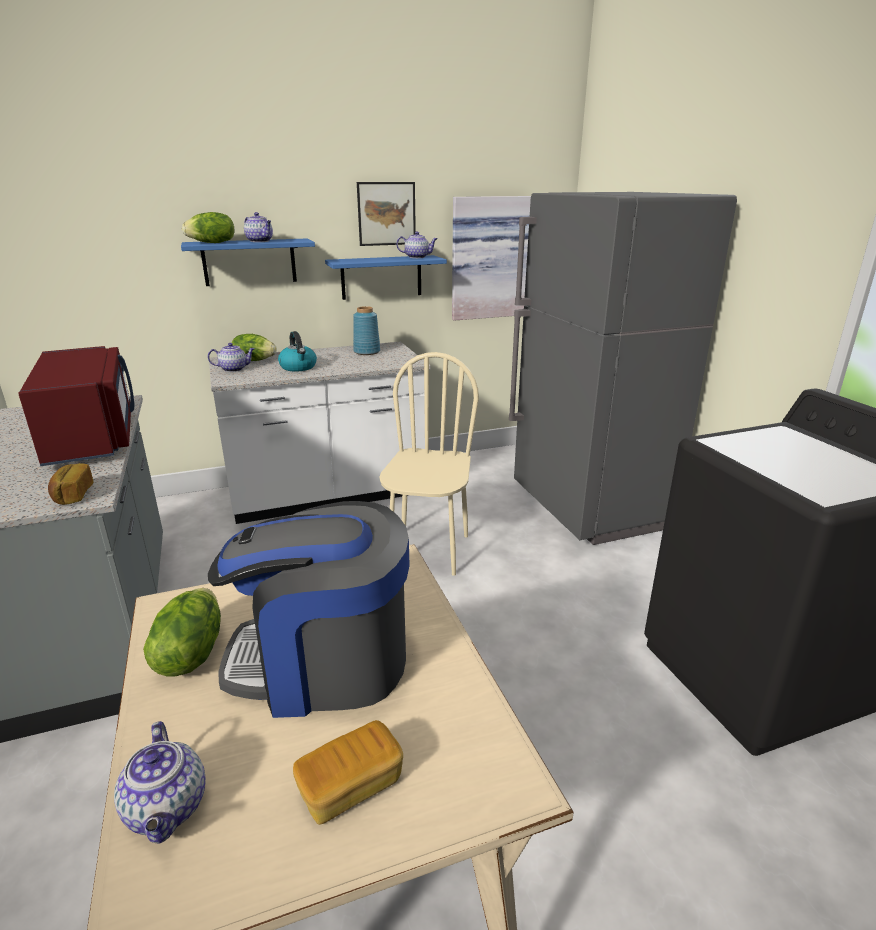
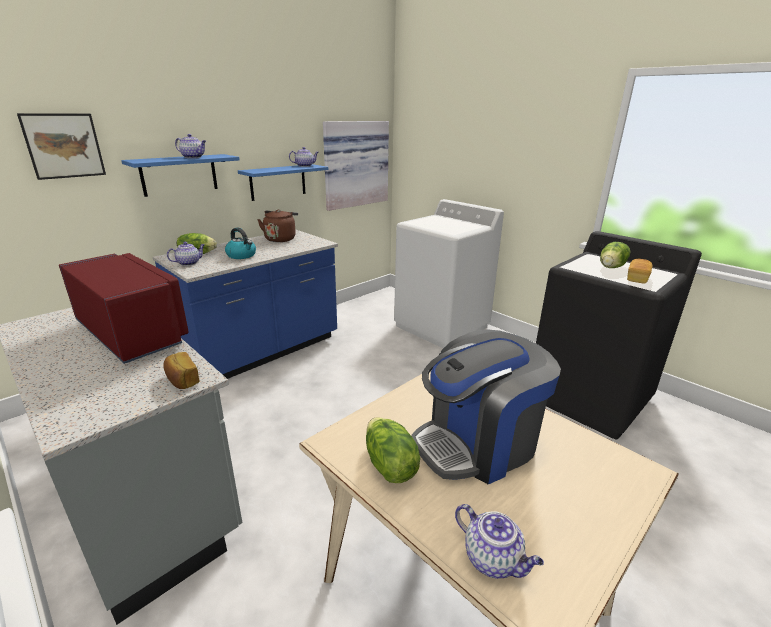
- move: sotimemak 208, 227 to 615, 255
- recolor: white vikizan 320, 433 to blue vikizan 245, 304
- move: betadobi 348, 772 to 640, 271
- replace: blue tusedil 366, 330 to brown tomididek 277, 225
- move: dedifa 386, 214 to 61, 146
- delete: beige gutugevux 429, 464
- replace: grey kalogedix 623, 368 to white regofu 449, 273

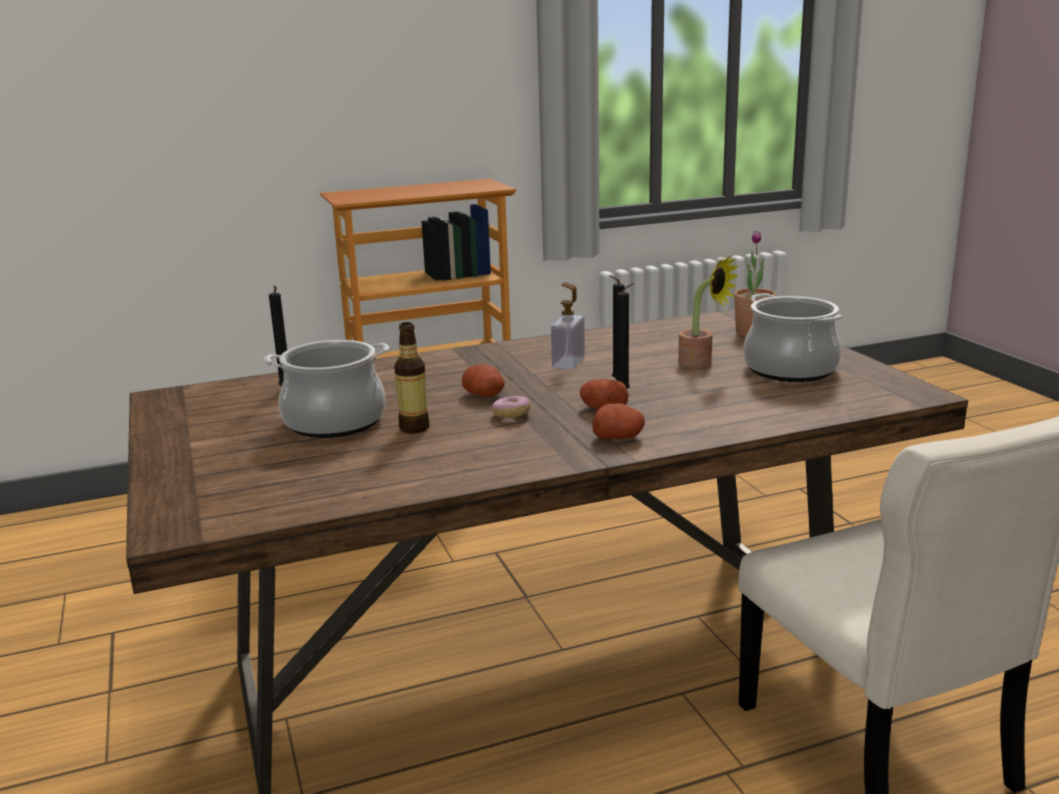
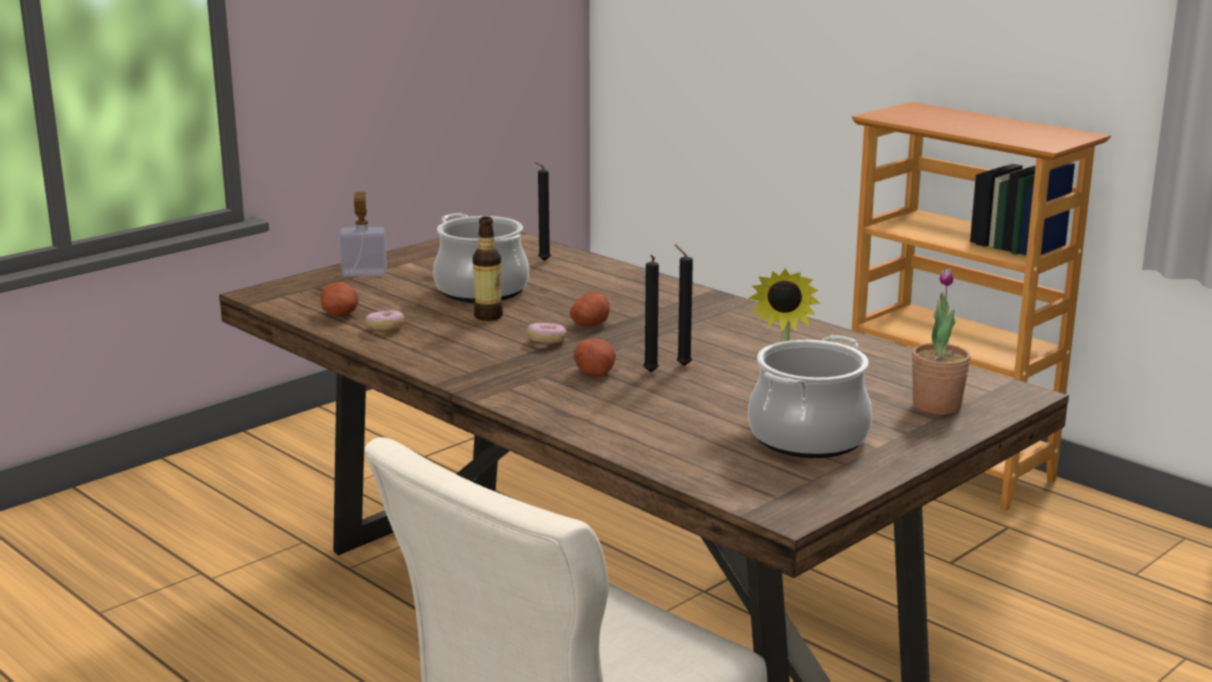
- move: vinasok 568, 325 to 363, 234
- move: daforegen 618, 421 to 339, 299
- insert: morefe 385, 320

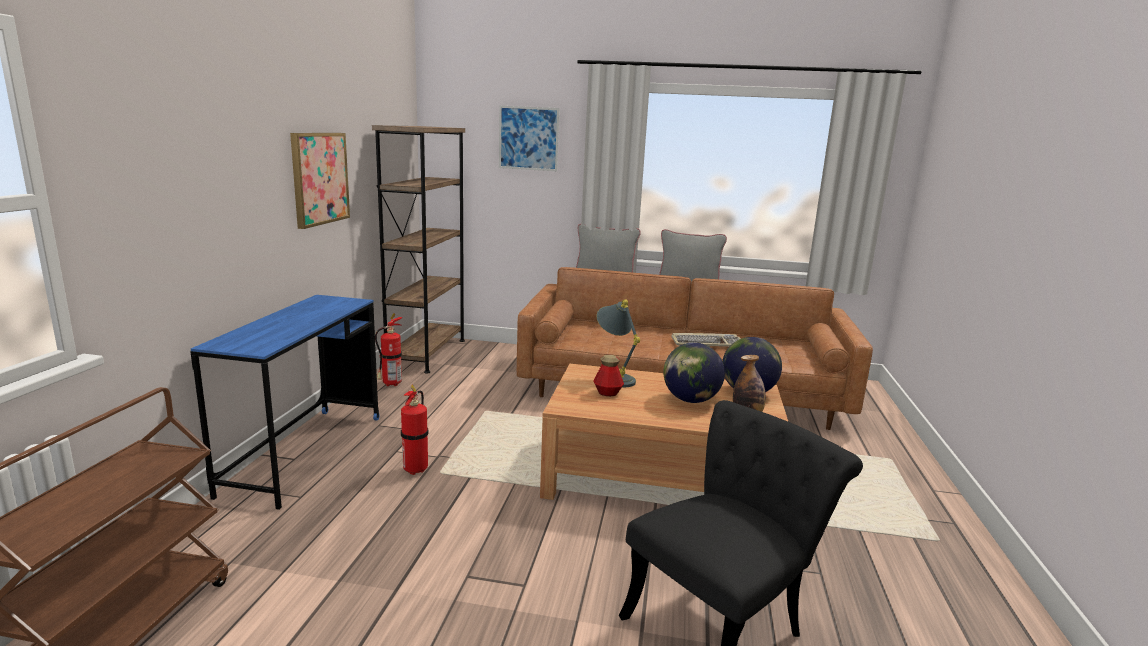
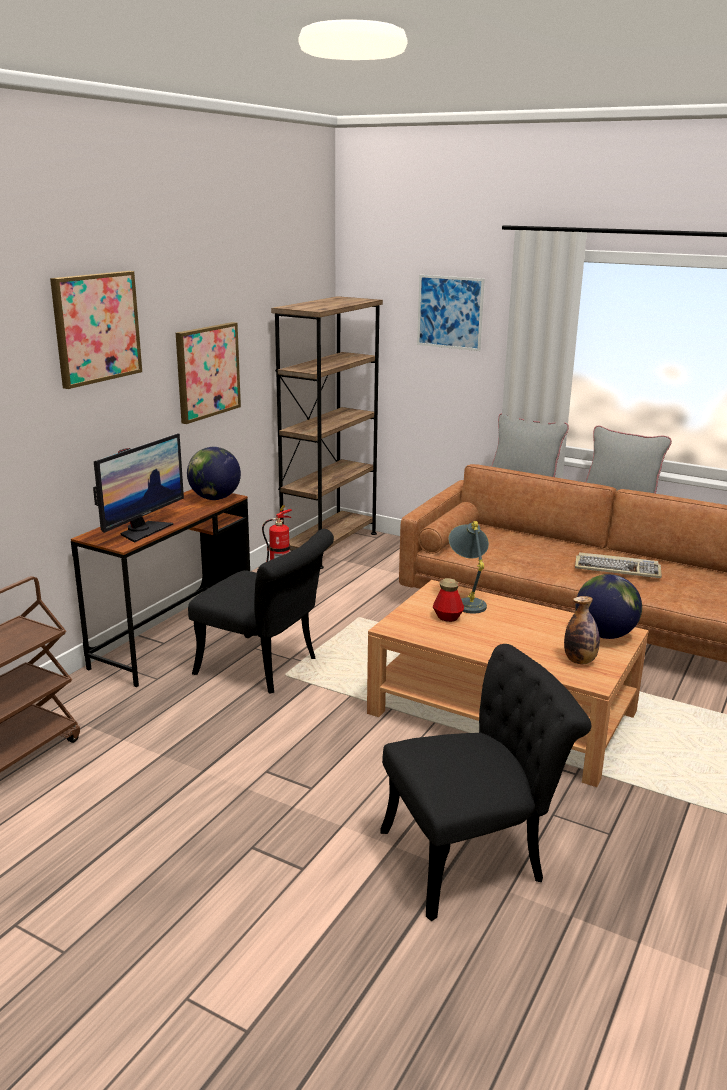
- recolor: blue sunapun 284, 402 to brown sunapun 160, 588
- replace: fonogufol 414, 430 to black gutugevux 261, 611
- move: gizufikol 694, 372 to 214, 473
- insert: dedifa 96, 330
- insert: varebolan 138, 488

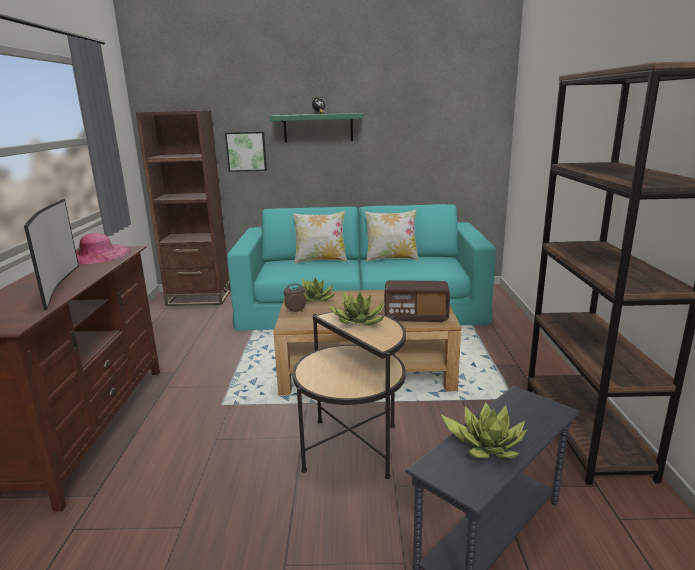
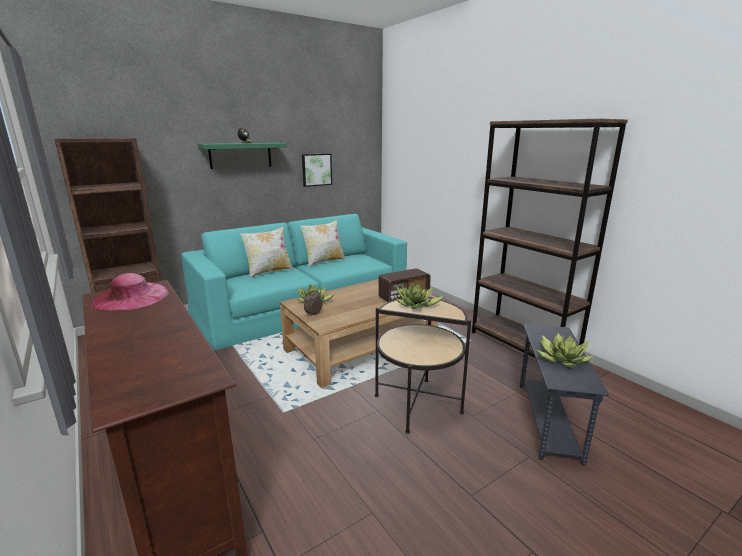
- delete: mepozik 51, 254
- move: dedifa 246, 151 to 317, 170

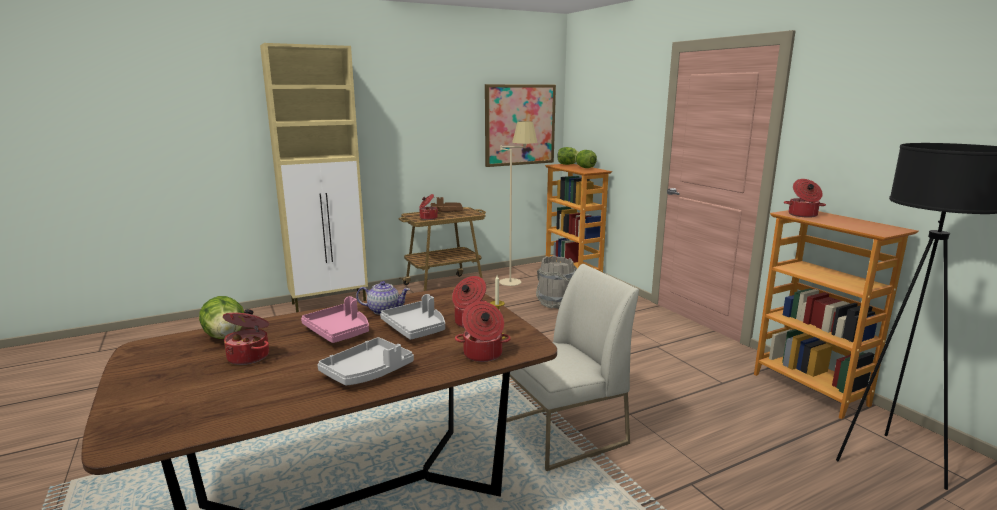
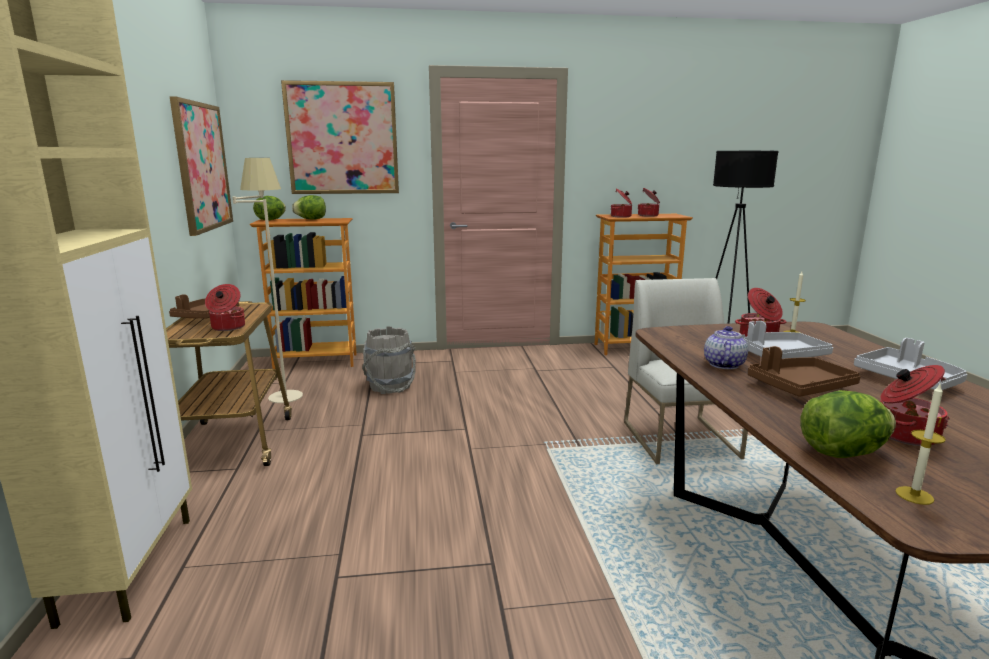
- recolor: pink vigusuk 335, 319 to brown vigusuk 804, 371
- move: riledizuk 483, 331 to 649, 202
- insert: dedifa 340, 137
- insert: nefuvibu 920, 444

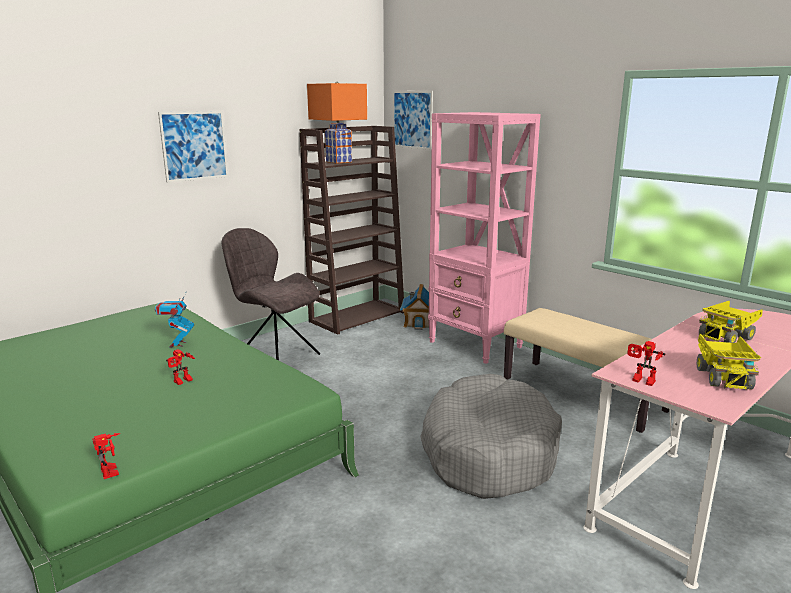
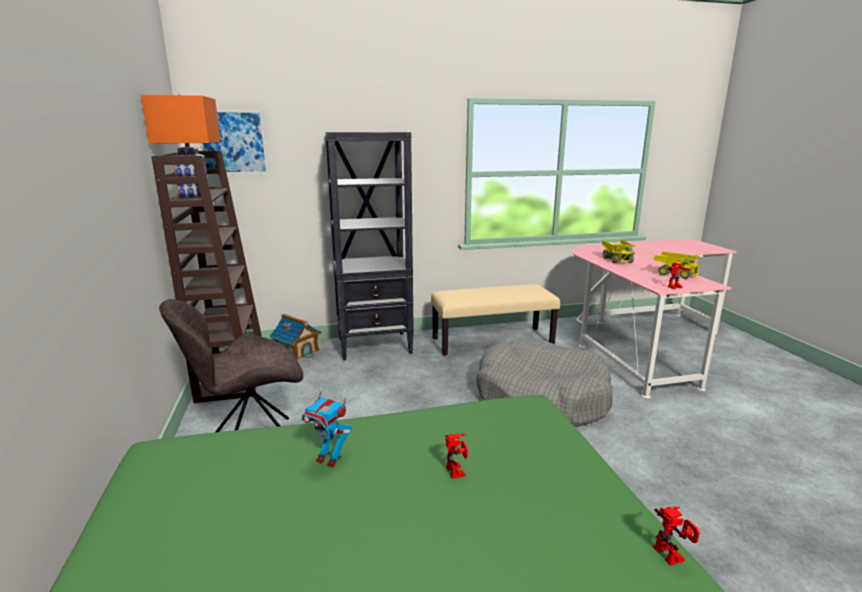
- rotate: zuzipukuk 106, 456 = 676, 536 75 degrees clockwise
- delete: dedifa 193, 147
- recolor: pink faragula 484, 238 to black faragula 369, 246

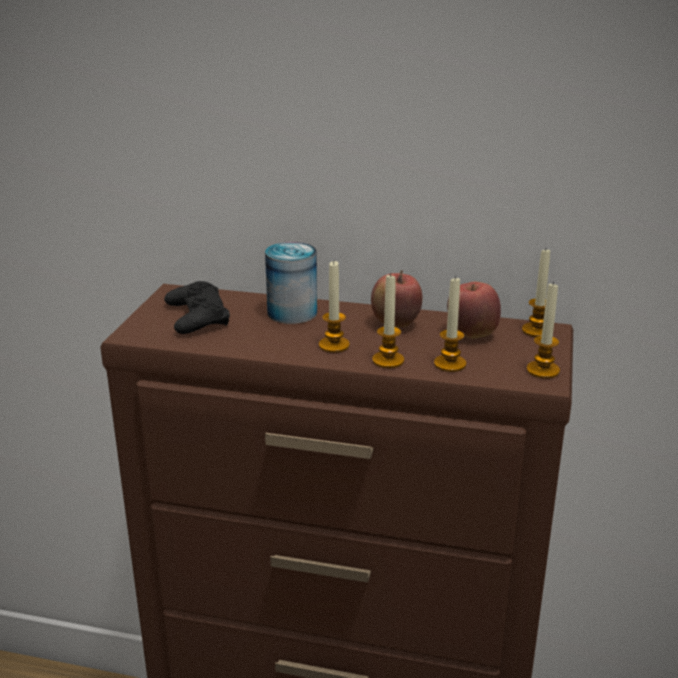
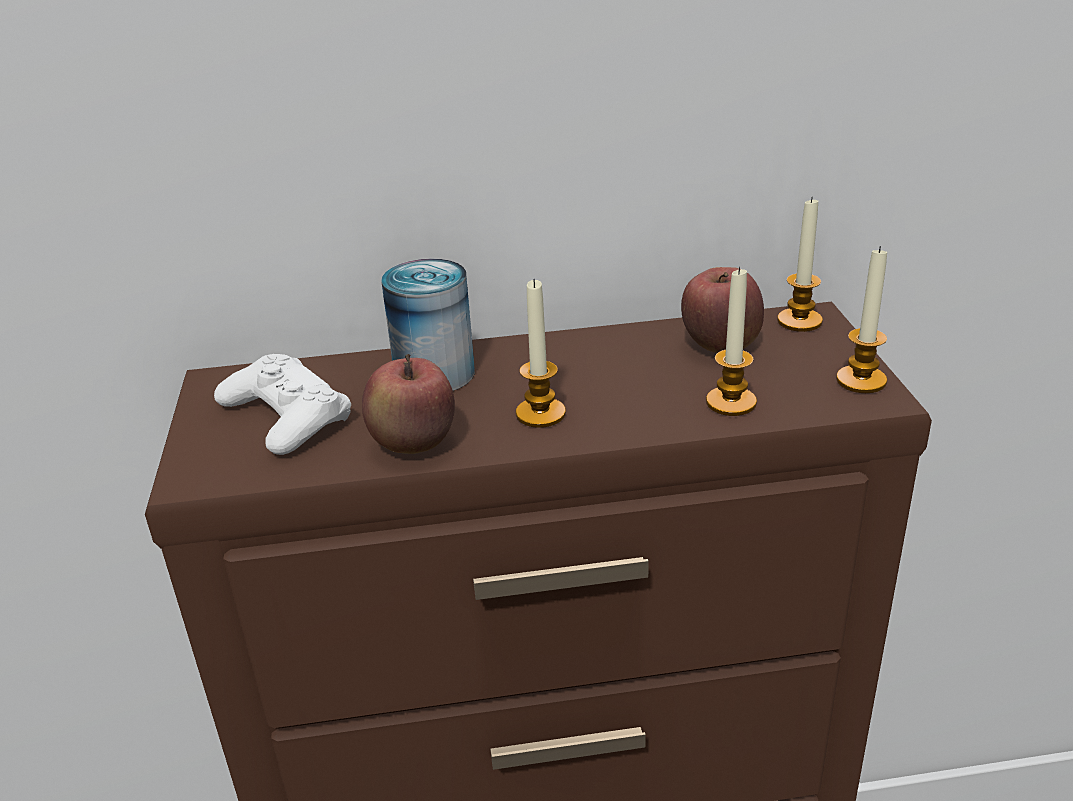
- recolor: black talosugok 197, 307 to white talosugok 282, 404
- move: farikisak 397, 298 to 408, 404
- delete: nefuvibu 388, 320

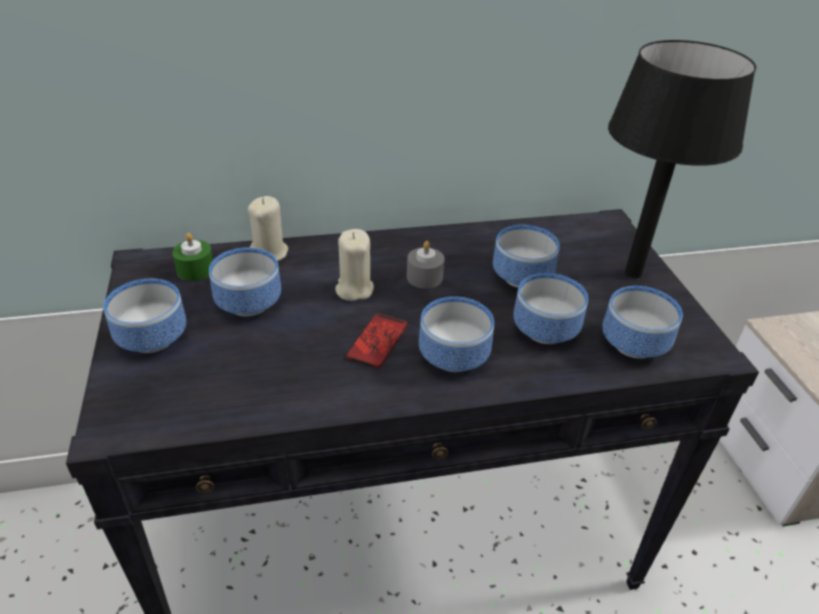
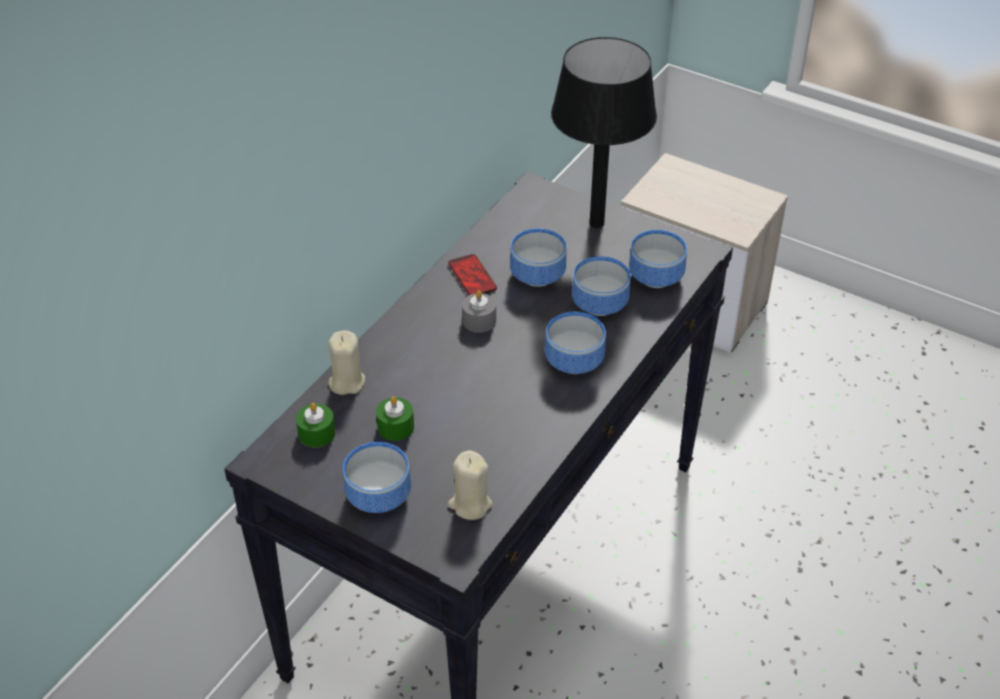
- replace: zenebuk 245, 281 to green nefuvibu 395, 418
- move: beige nefuvibu 354, 265 to 470, 485
- move: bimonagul 377, 340 to 472, 274

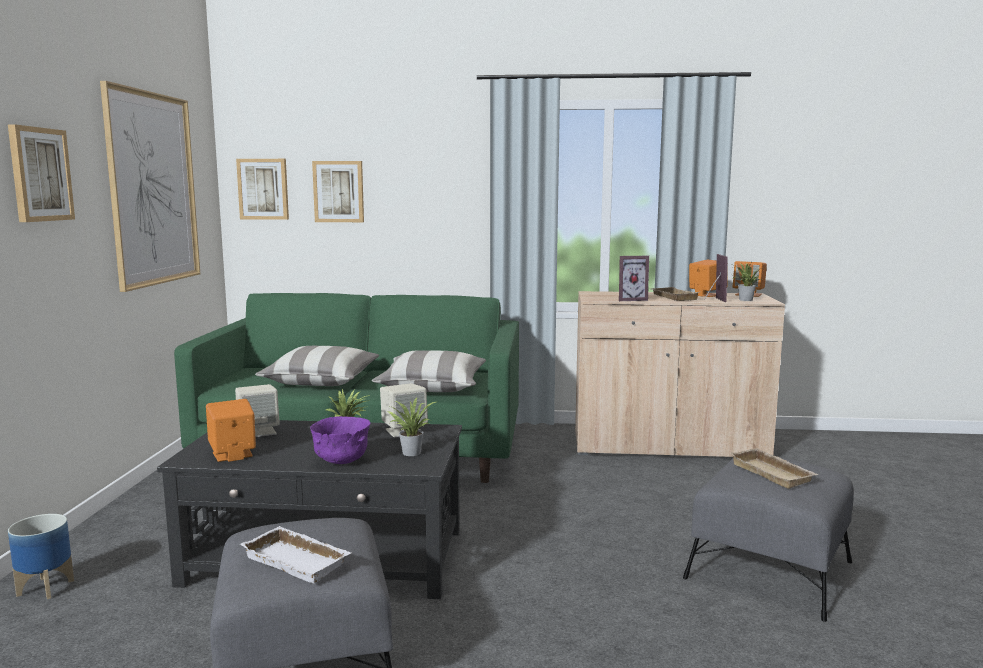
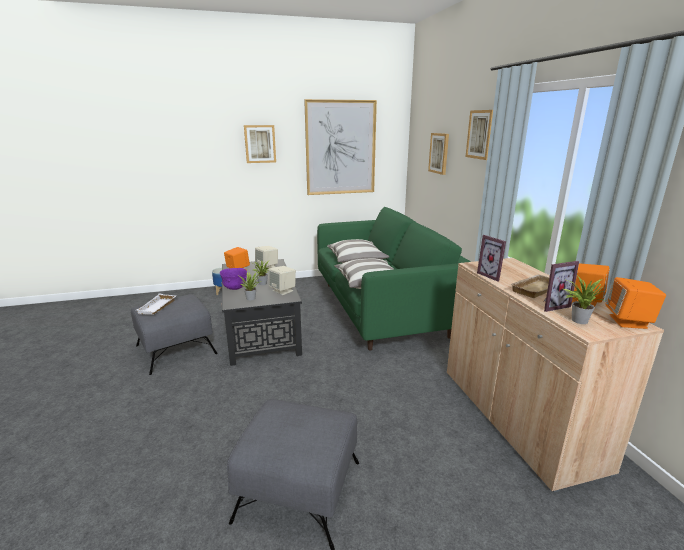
- move: dedifa 262, 189 to 479, 135
- delete: beige vigusuk 774, 468

